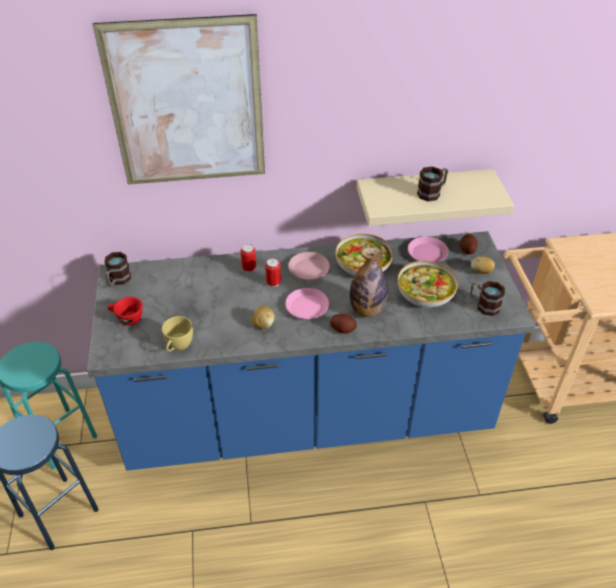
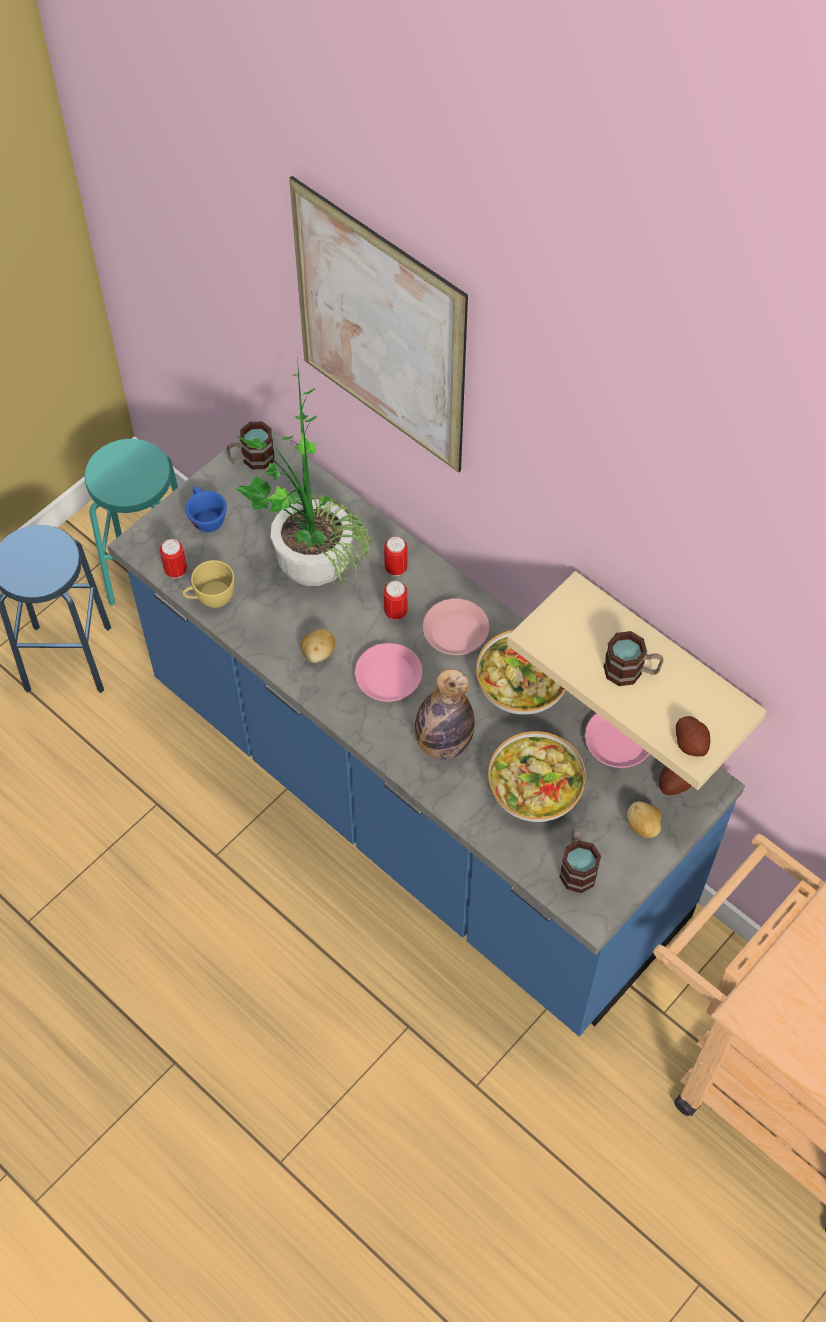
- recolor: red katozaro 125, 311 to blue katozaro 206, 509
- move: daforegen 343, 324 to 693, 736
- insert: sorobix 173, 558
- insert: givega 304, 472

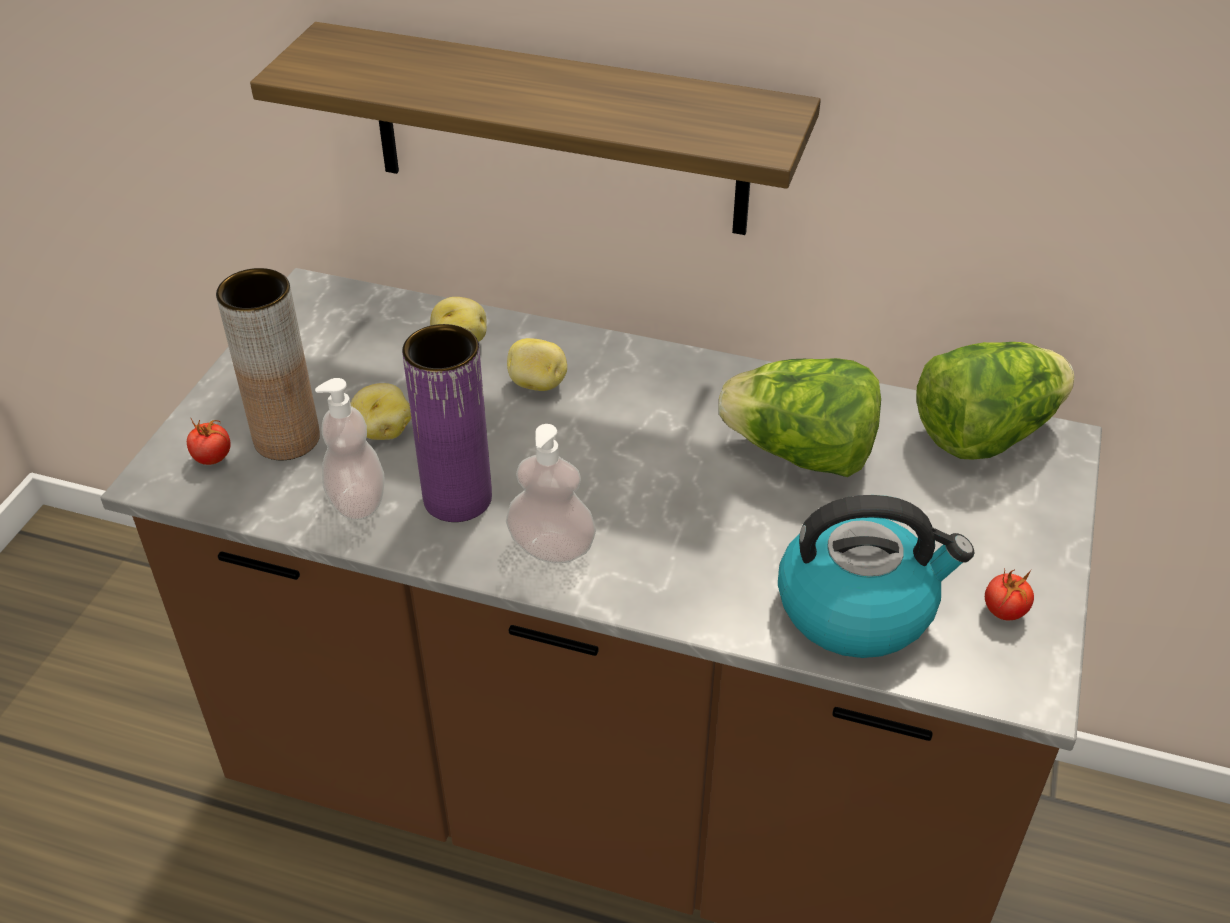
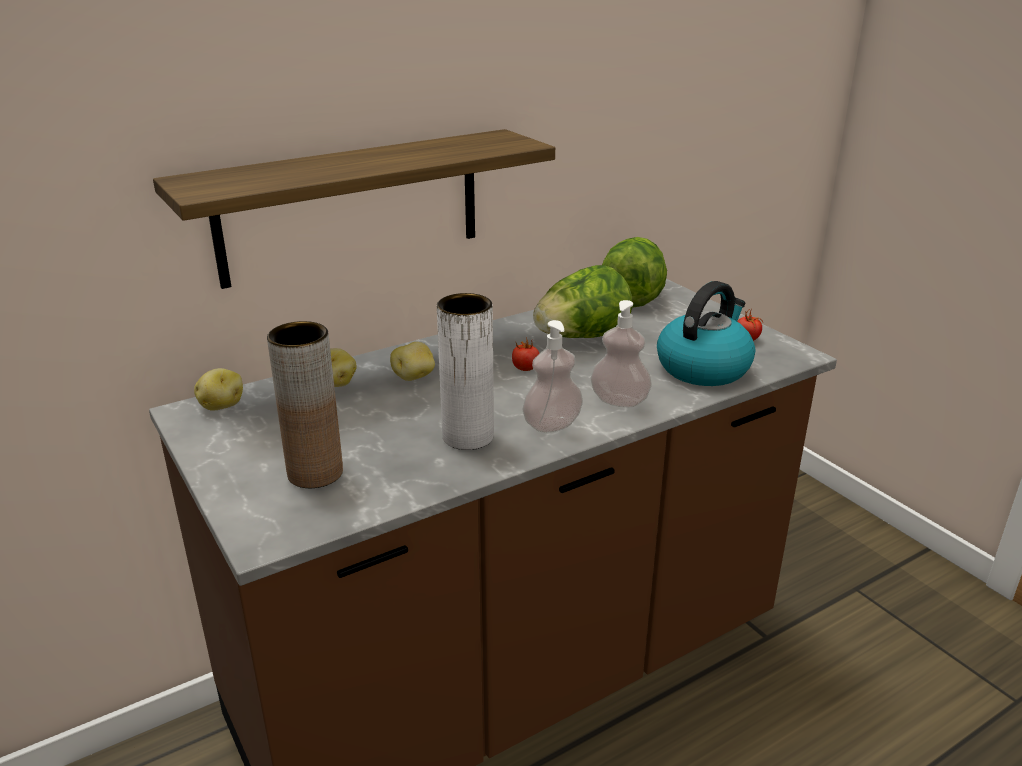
- move: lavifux 208, 441 to 526, 354
- move: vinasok 350, 449 to 621, 353
- move: daforegen 380, 411 to 218, 389
- recolor: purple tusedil 447, 423 to white tusedil 465, 371

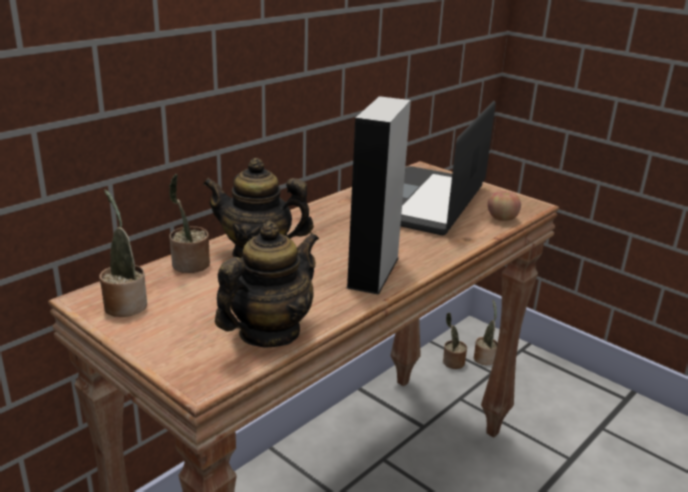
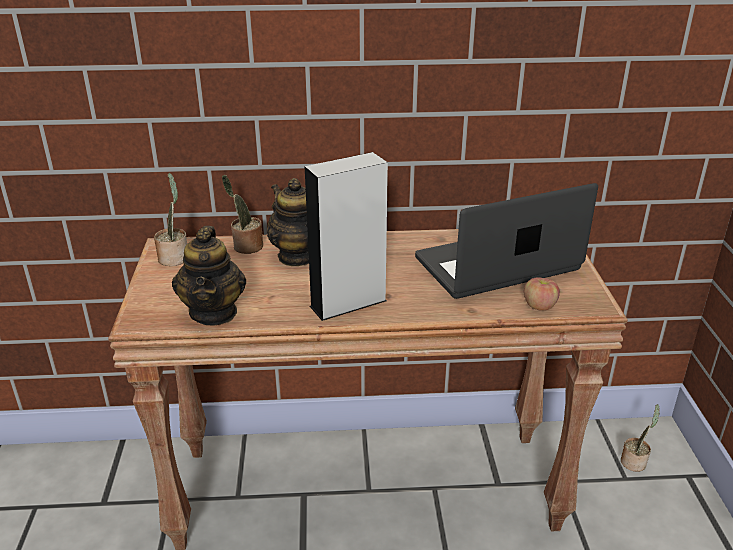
- rotate: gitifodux 267, 284 = 209, 276 90 degrees clockwise
- delete: givega 455, 340

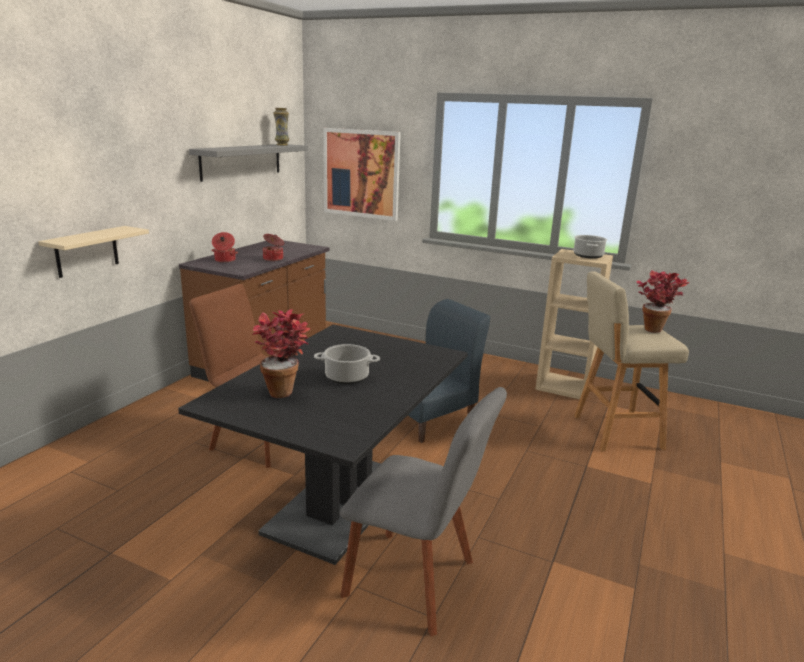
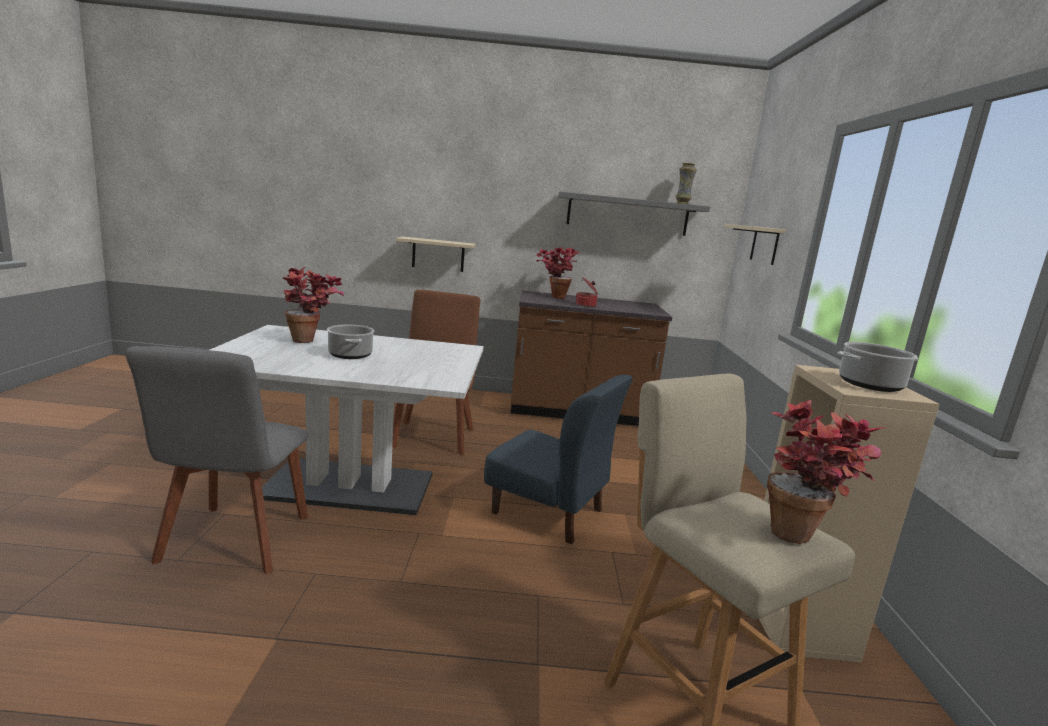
- recolor: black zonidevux 323, 445 to white zonidevux 347, 420
- replace: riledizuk 224, 247 to givega 557, 273
- replace: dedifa 362, 174 to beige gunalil 755, 244

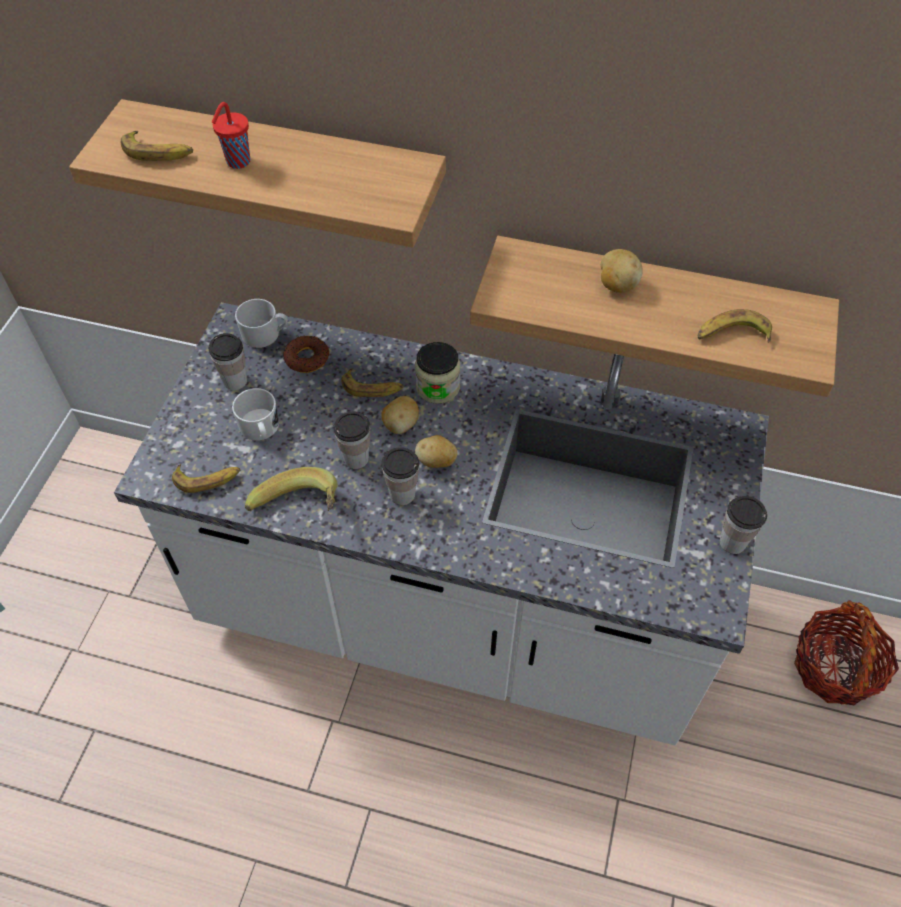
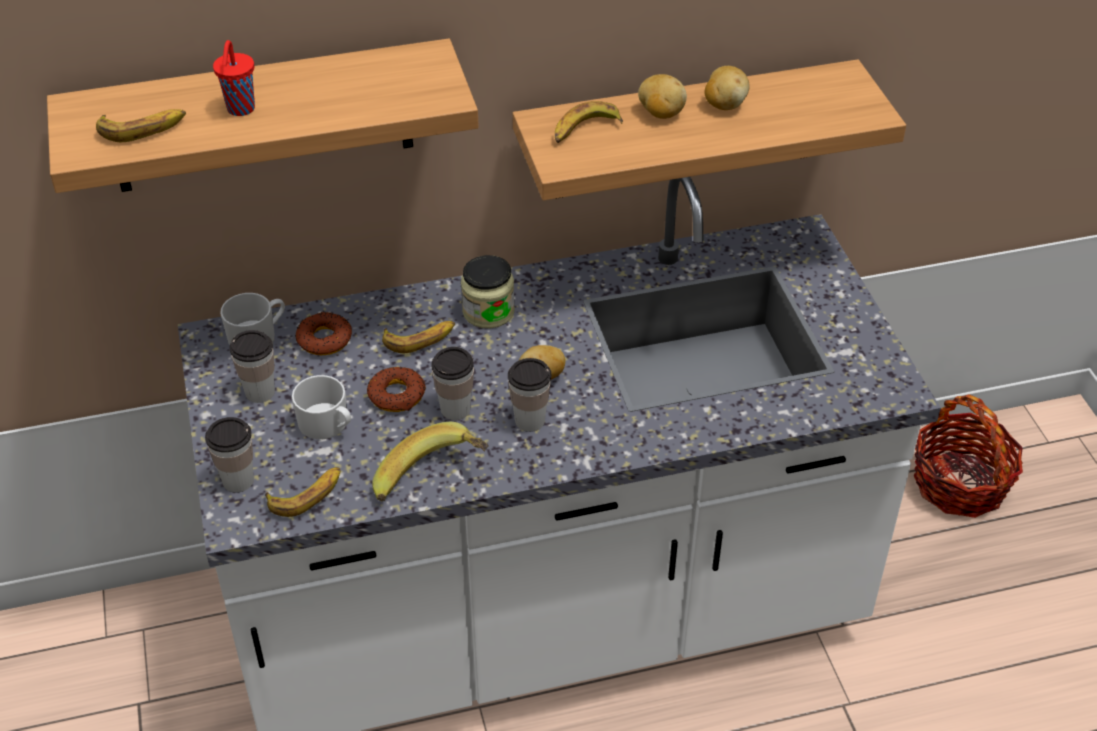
- move: daforegen 400, 415 to 727, 88
- move: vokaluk 735, 326 to 589, 122
- move: katozaro 743, 525 to 229, 455
- insert: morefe 396, 389

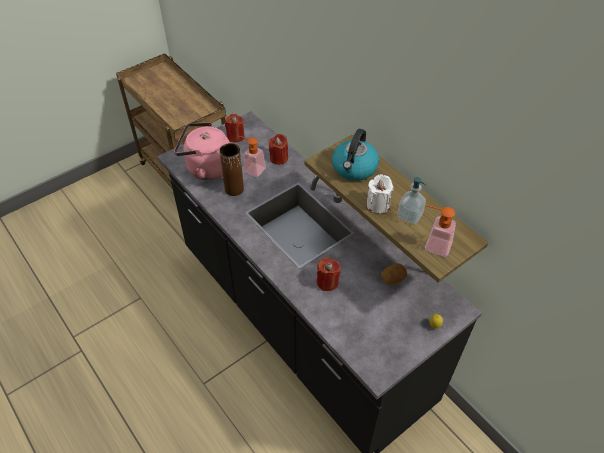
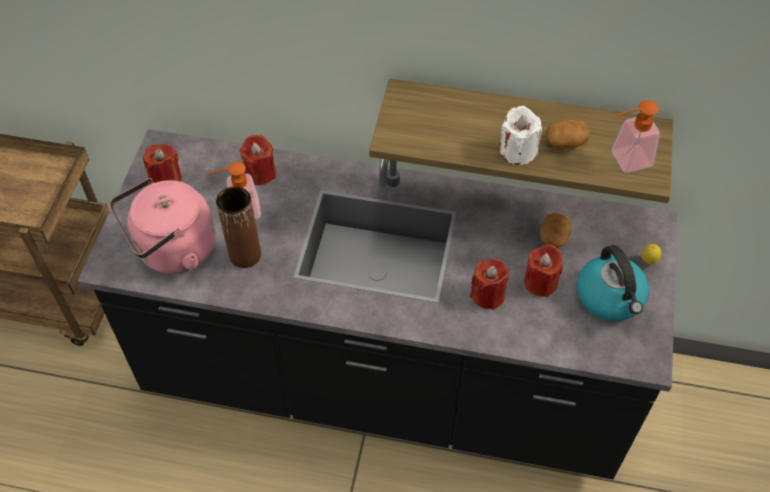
- move: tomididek 355, 155 to 613, 283
- replace: vinasok 411, 200 to daforegen 567, 134
- insert: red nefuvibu 543, 270

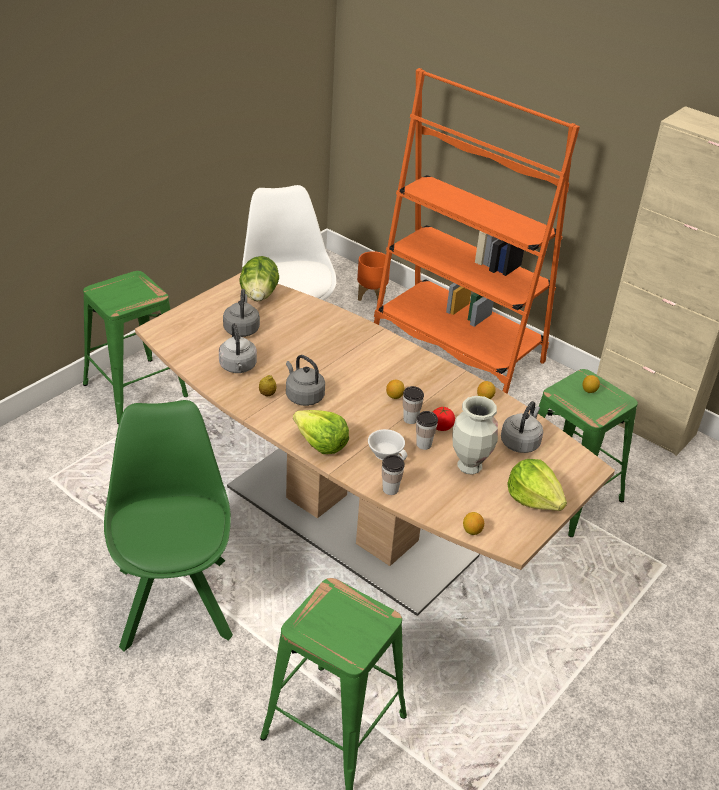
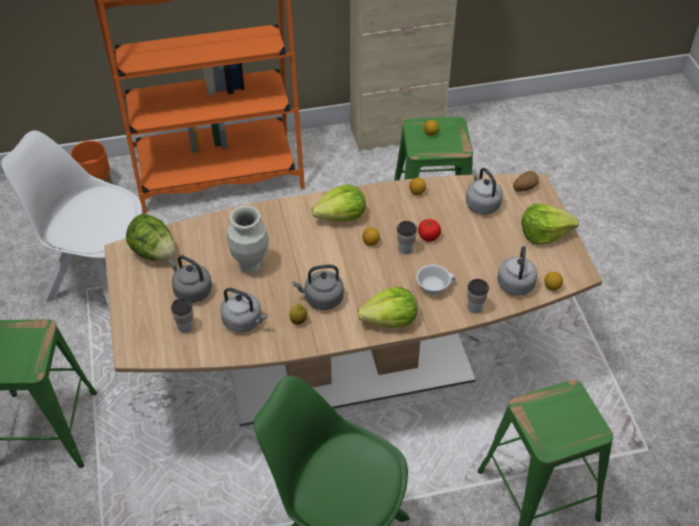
- move: katozaro 427, 430 to 182, 315
- move: tusedil 475, 435 to 248, 239
- insert: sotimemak 339, 203
- insert: grey tomididek 517, 271
- insert: daforegen 526, 181

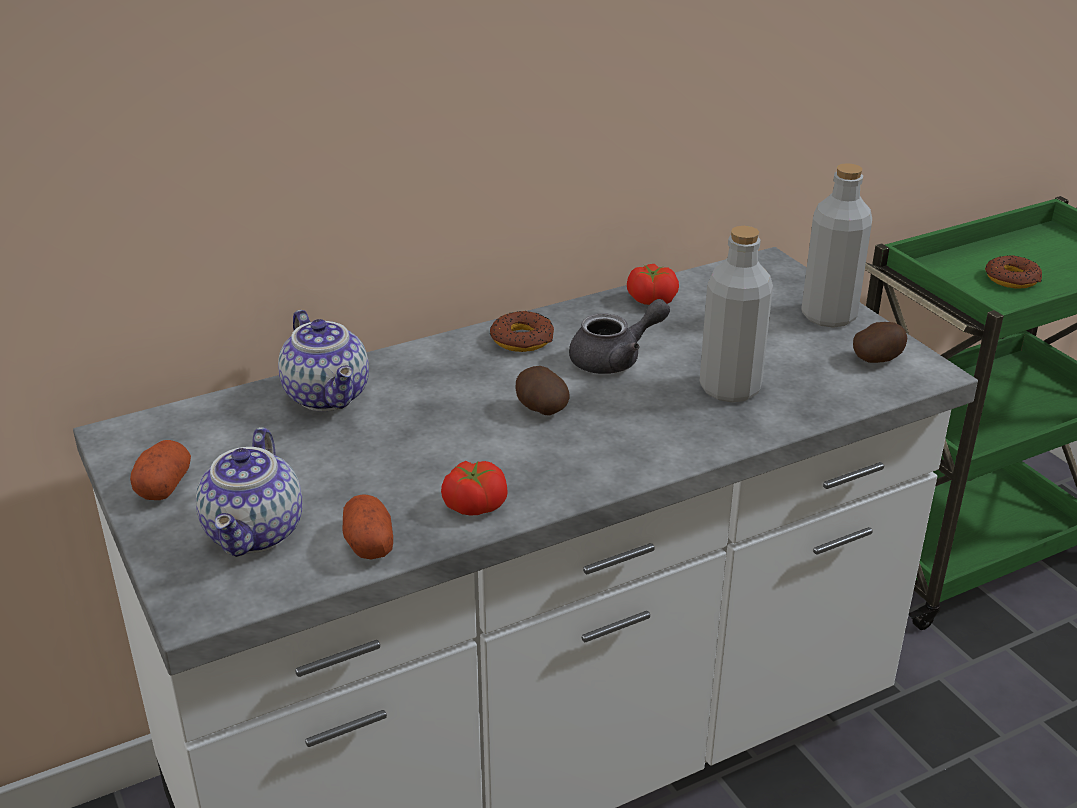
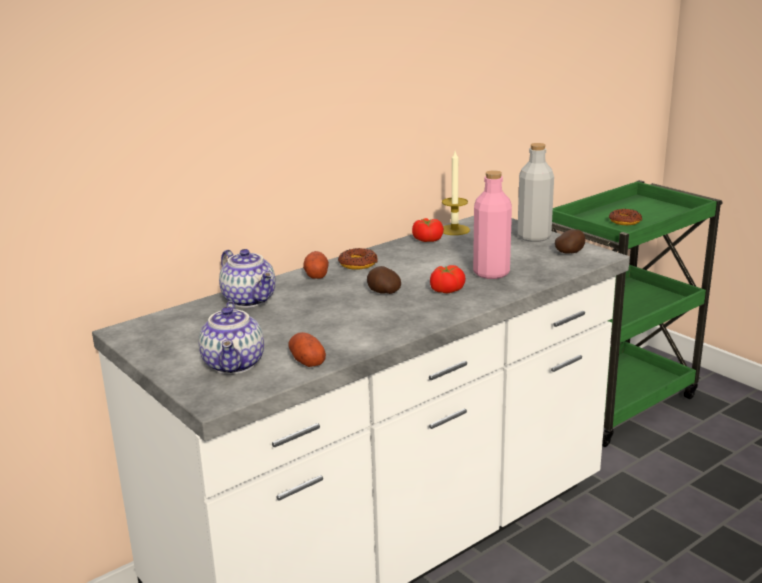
- move: daforegen 160, 470 to 316, 265
- move: lavifux 474, 488 to 448, 279
- delete: grey gitifodux 619, 336
- recolor: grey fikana 736, 314 to pink fikana 492, 224
- insert: nefuvibu 456, 193

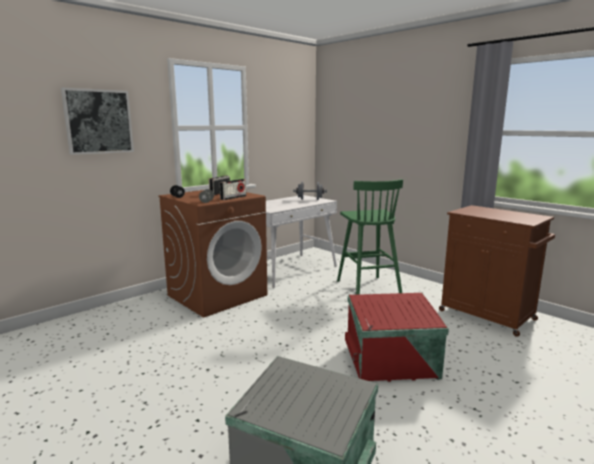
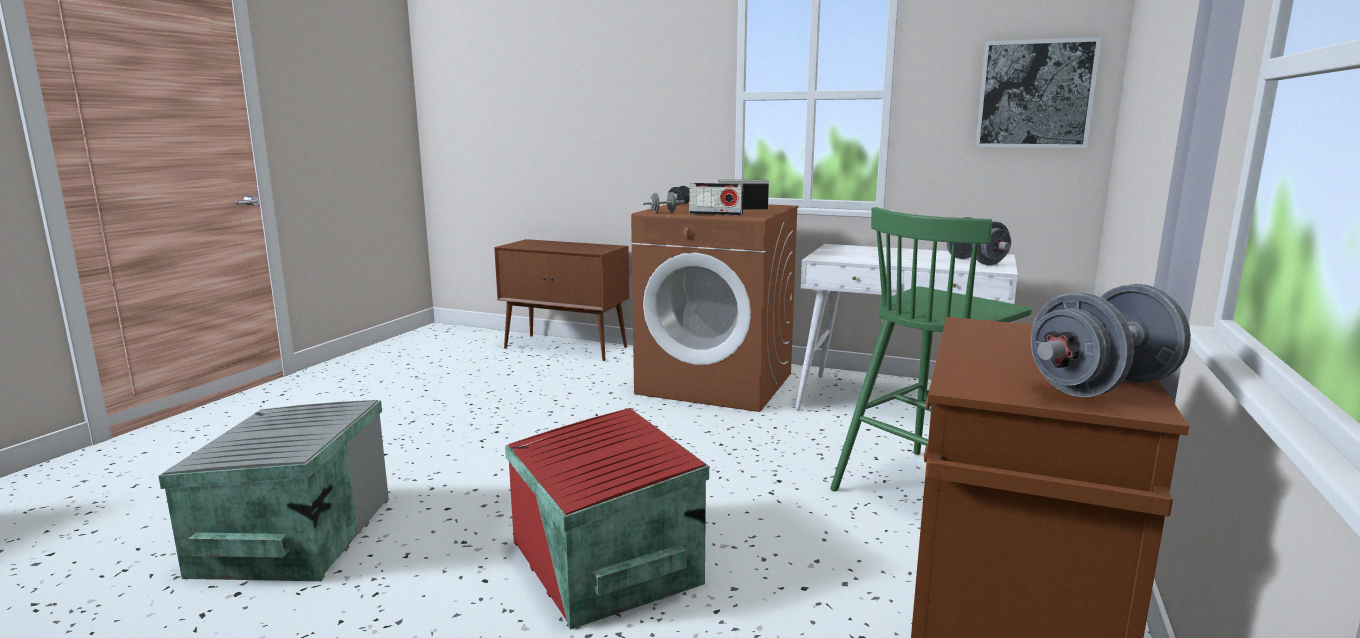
- move: dedifa 97, 121 to 1038, 92
- insert: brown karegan 561, 300
- insert: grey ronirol 1111, 340

